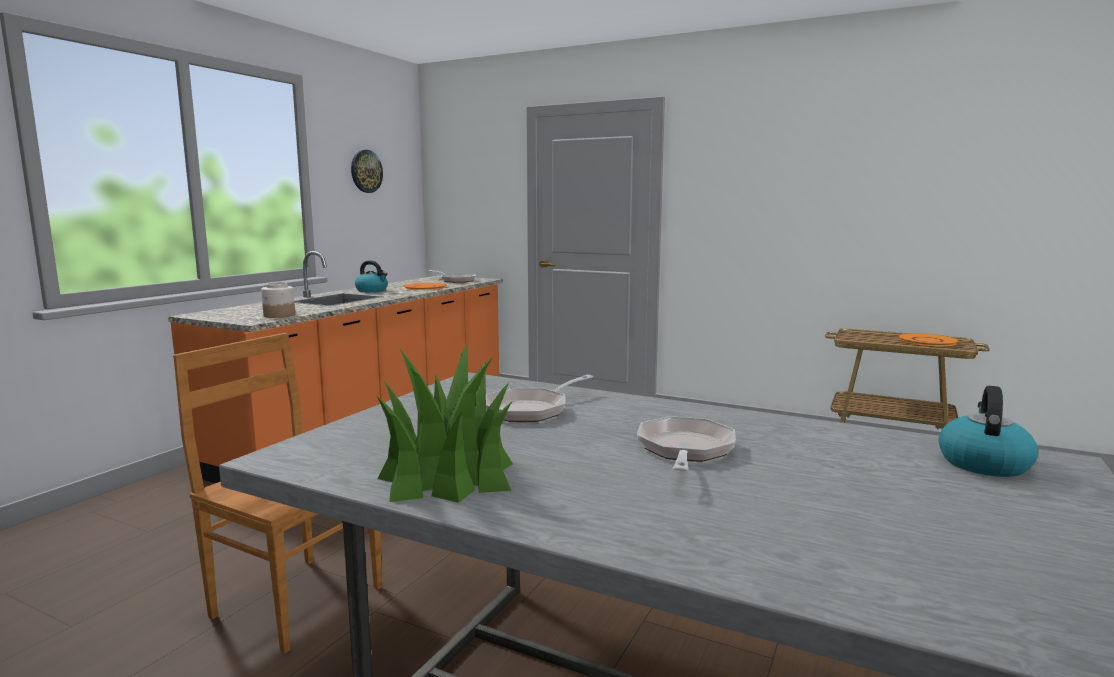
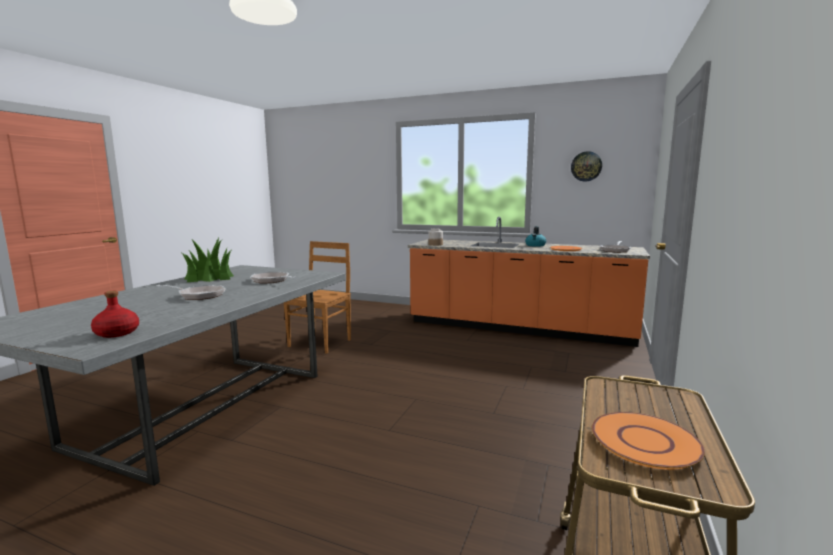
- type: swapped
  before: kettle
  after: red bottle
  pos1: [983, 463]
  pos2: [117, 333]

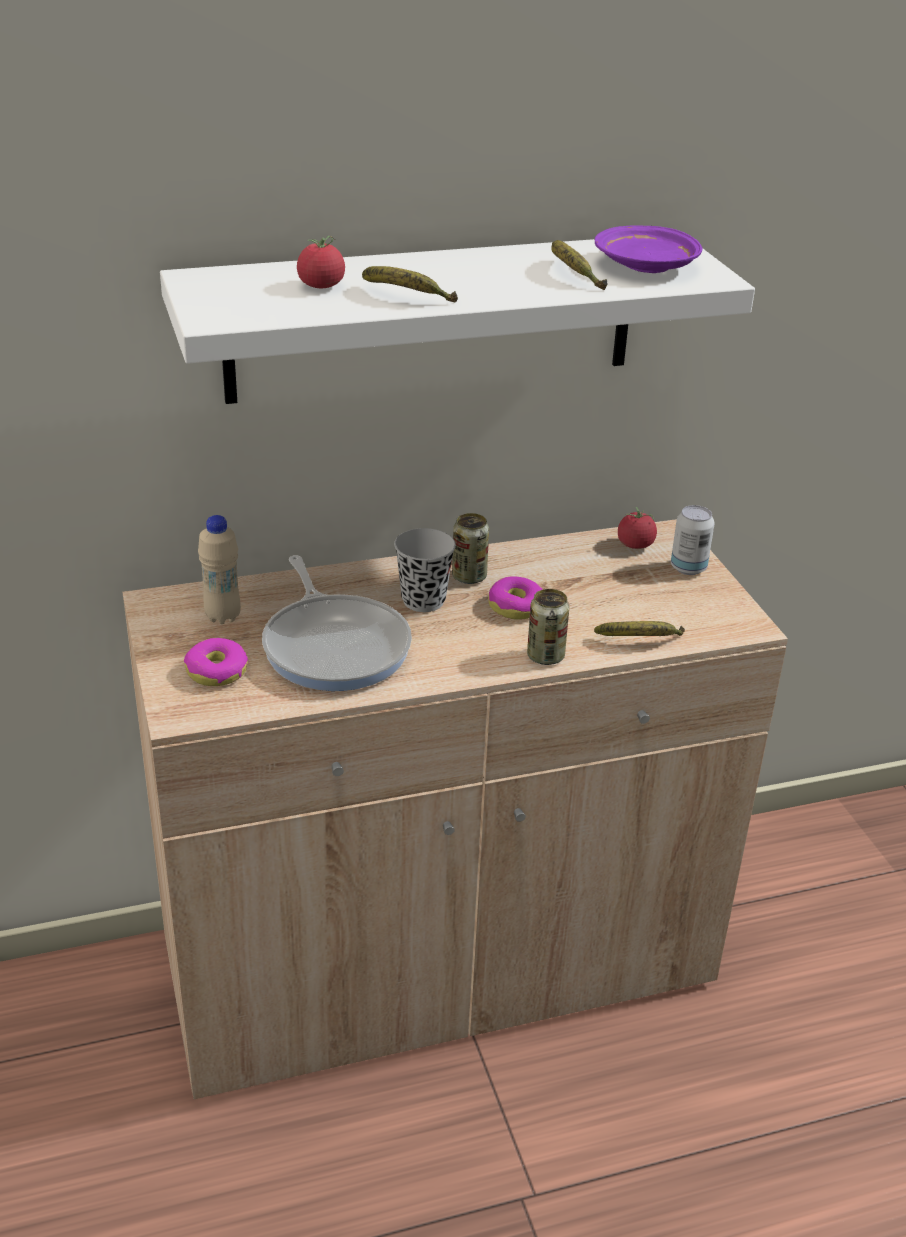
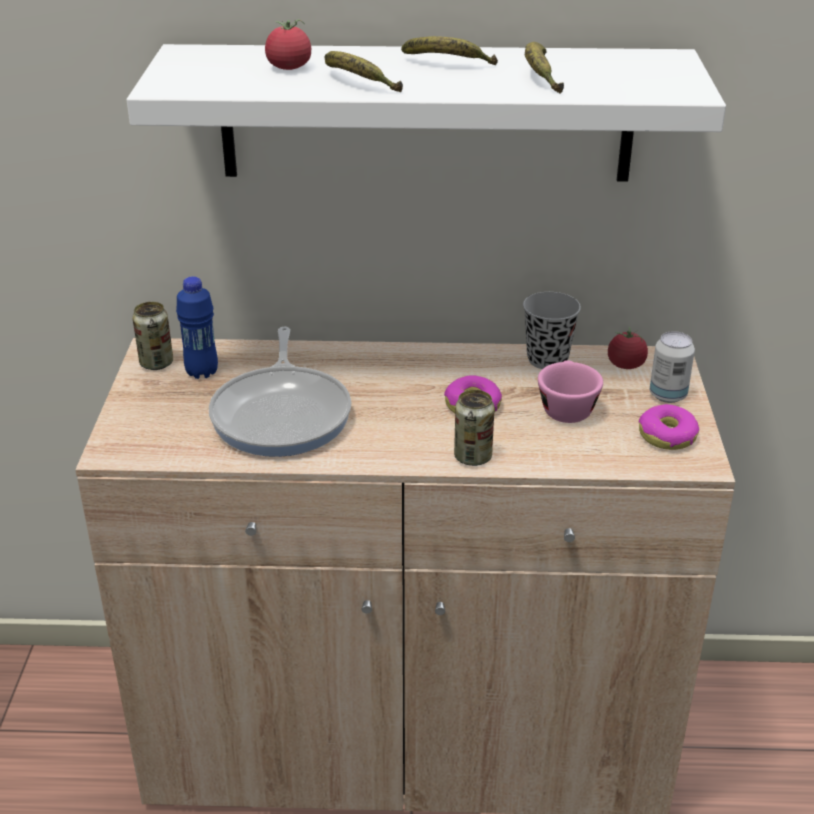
- type: shifted
  before: donut
  pos1: [216, 671]
  pos2: [667, 436]
- type: repainted
  before: beige bottle
  after: blue bottle
  pos1: [223, 616]
  pos2: [202, 372]
- type: shifted
  before: black cup
  pos1: [423, 600]
  pos2: [547, 359]
- type: shifted
  before: can
  pos1: [469, 577]
  pos2: [156, 363]
- type: shifted
  before: banana
  pos1: [641, 641]
  pos2: [447, 65]
- type: gone
  before: purple plate
  pos1: [645, 266]
- type: new
  after: pink cup
  pos2: [565, 407]

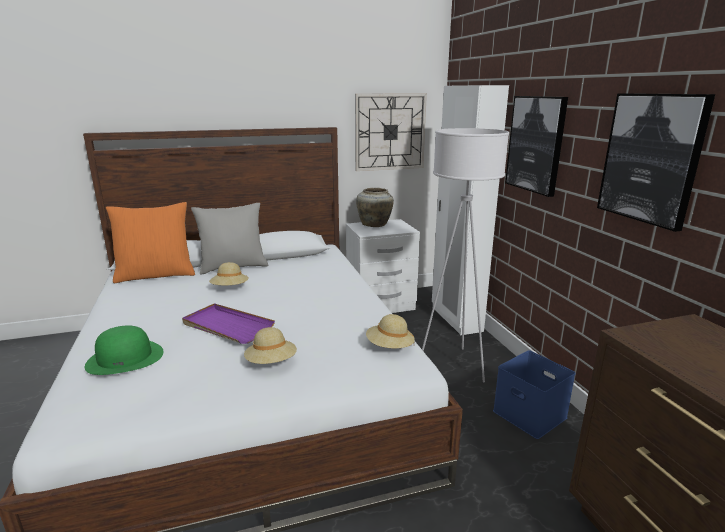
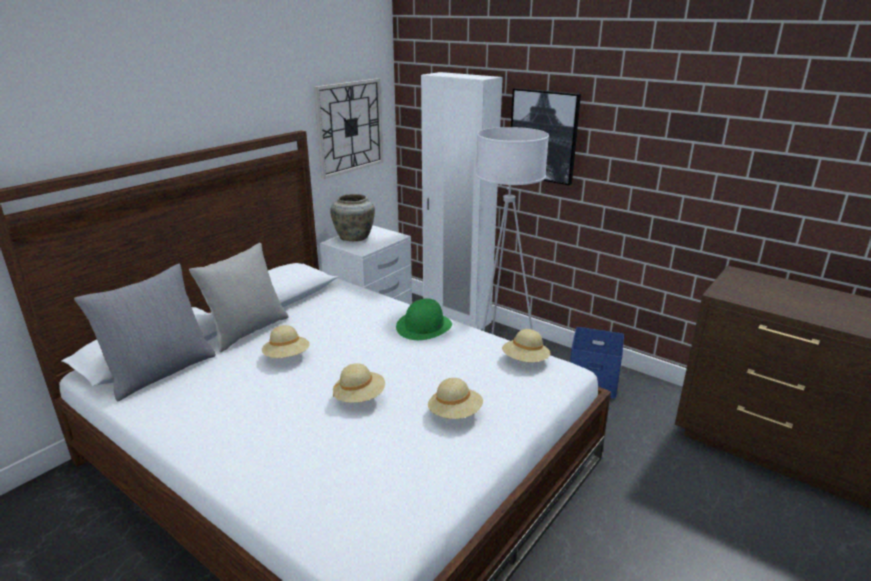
- type: shifted
  before: green hat
  pos1: [125, 358]
  pos2: [424, 326]
- type: repainted
  before: orange pillow
  after: grey pillow
  pos1: [156, 275]
  pos2: [160, 371]
- type: swapped
  before: purple tray
  after: beige hat
  pos1: [227, 326]
  pos2: [360, 397]
- type: gone
  before: picture
  pos1: [651, 158]

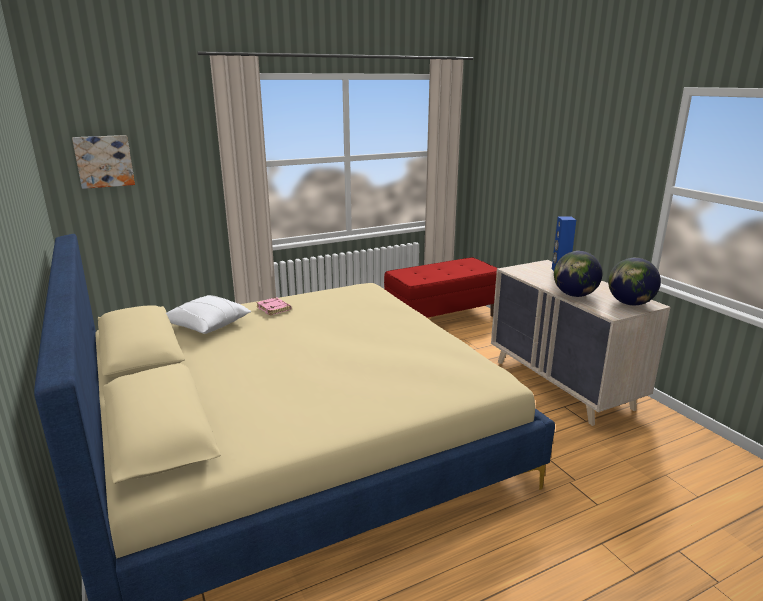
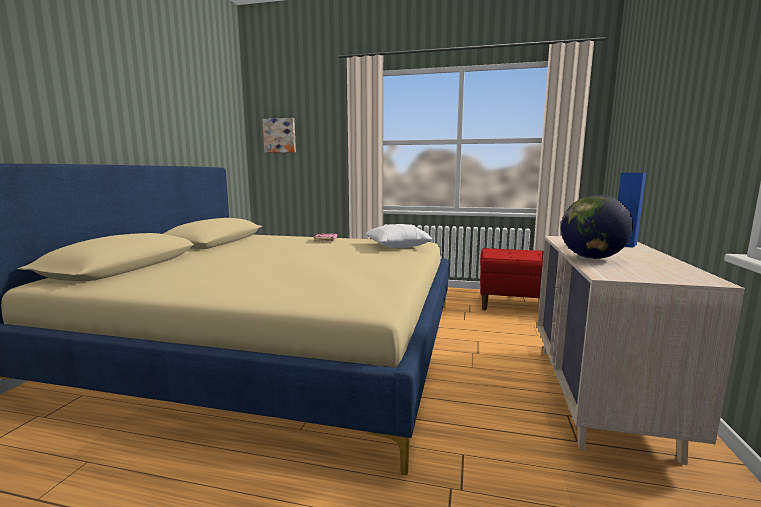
- type: shifted
  before: white pillow
  pos1: [207, 325]
  pos2: [397, 246]
- type: gone
  before: globe
  pos1: [630, 303]

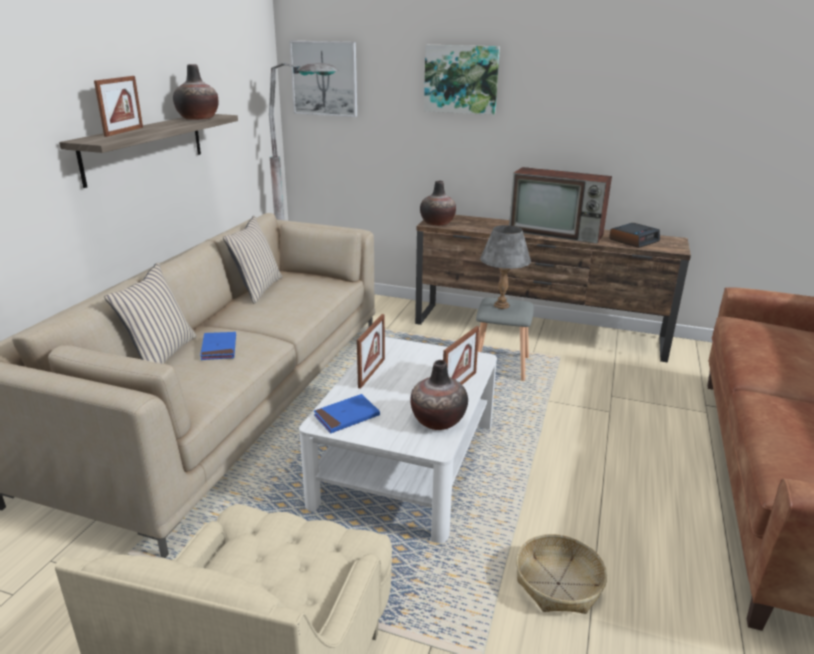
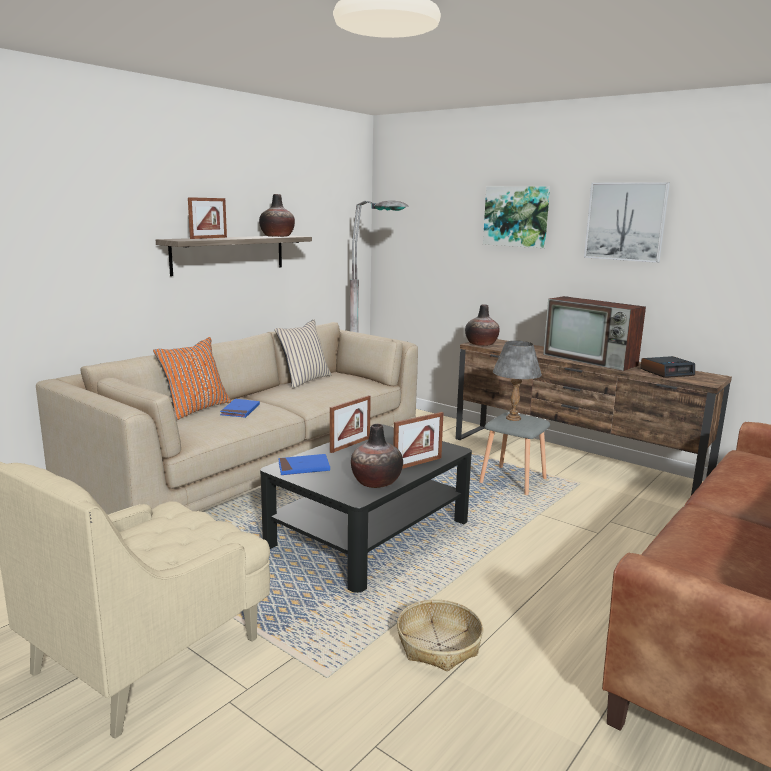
- type: repainted
  before: beige pillow
  after: orange pillow
  pos1: [160, 355]
  pos2: [195, 409]
- type: shifted
  before: picture
  pos1: [324, 78]
  pos2: [625, 221]
- type: repainted
  before: white coffee table
  after: black coffee table
  pos1: [406, 462]
  pos2: [369, 533]

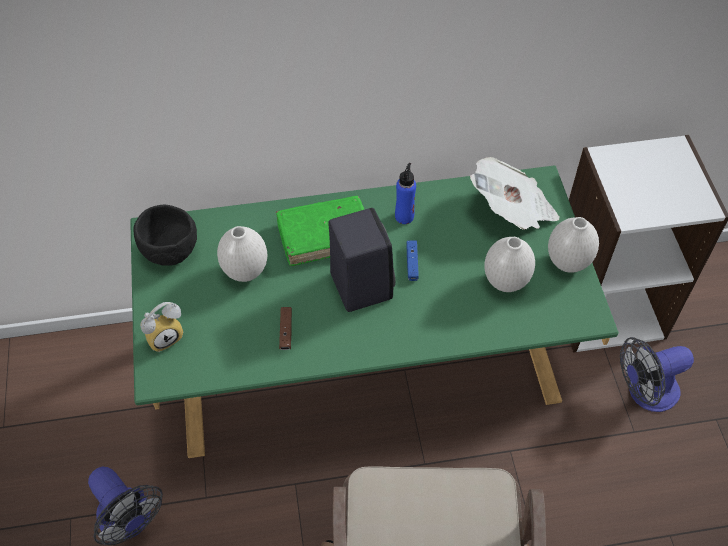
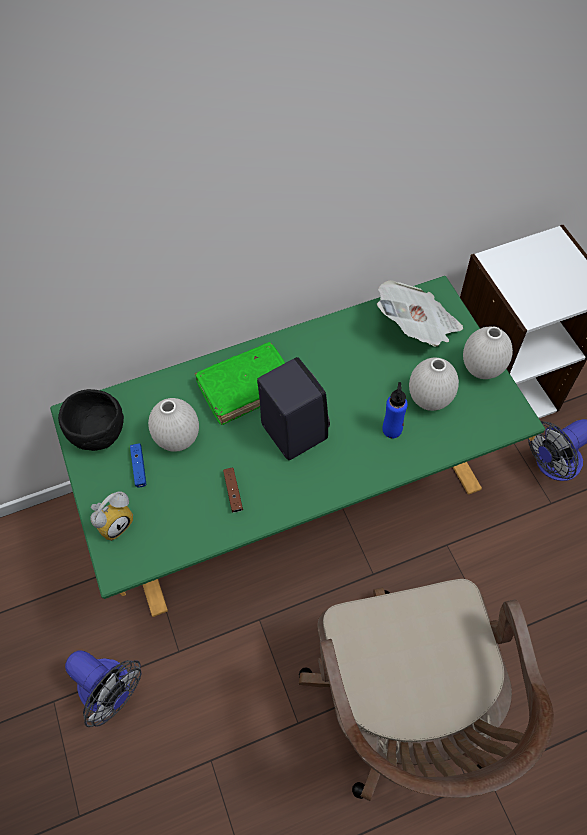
- type: shifted
  before: blue bottle
  pos1: [404, 216]
  pos2: [392, 429]
- type: shifted
  before: blue game controller
  pos1: [412, 263]
  pos2: [139, 467]

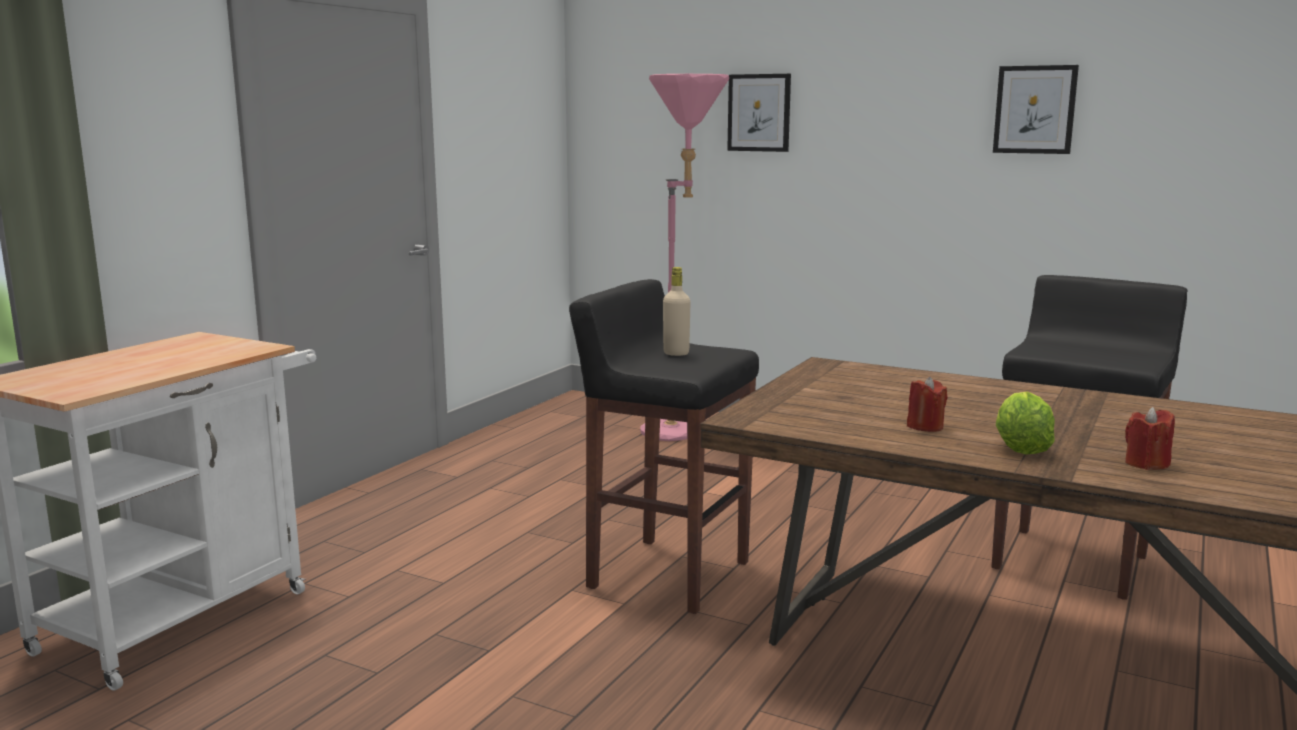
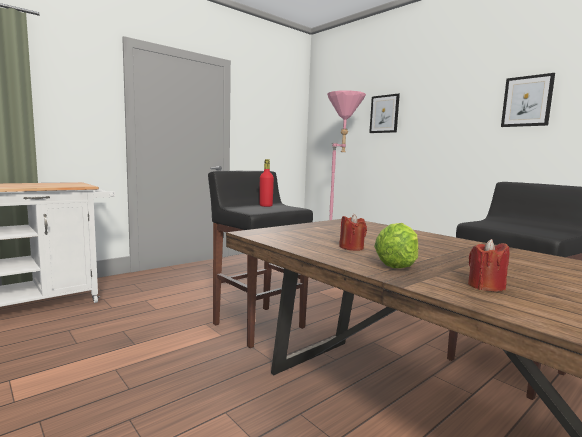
- type: repainted
  before: beige bottle
  after: red bottle
  pos1: [676, 353]
  pos2: [266, 206]

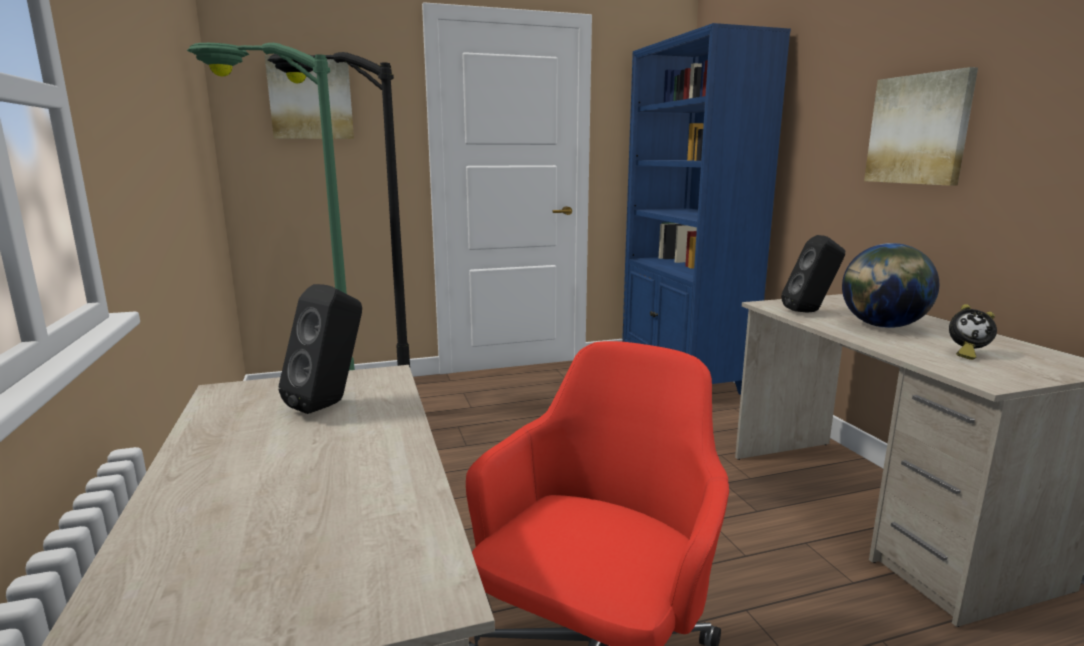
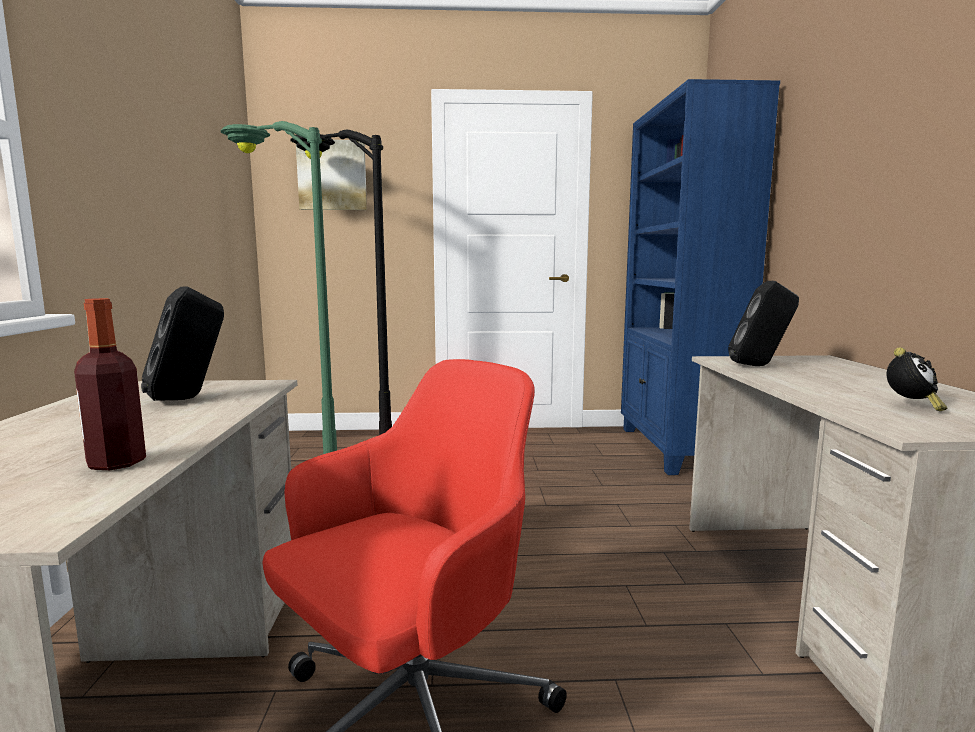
- type: gone
  before: globe
  pos1: [882, 326]
- type: gone
  before: picture
  pos1: [919, 129]
- type: rotated
  before: alarm clock
  pos1: [965, 354]
  pos2: [911, 406]
  turn: -75
- type: new
  after: bottle
  pos2: [116, 463]

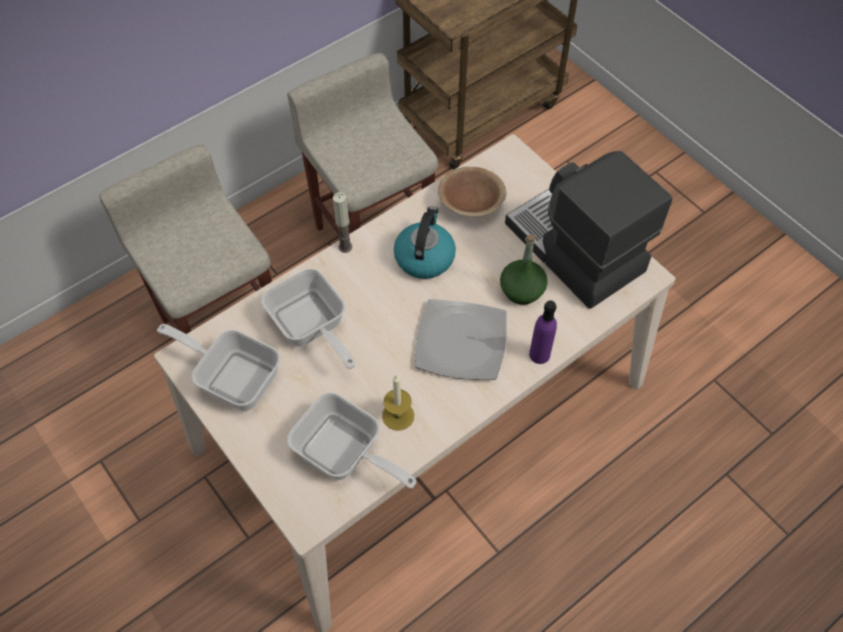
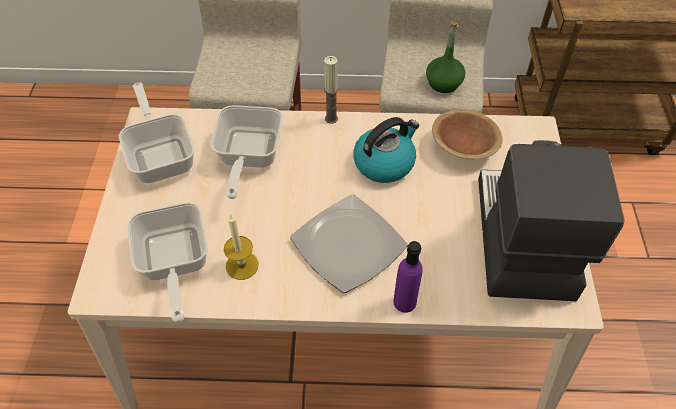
- type: shifted
  before: green bottle
  pos1: [521, 290]
  pos2: [443, 83]

